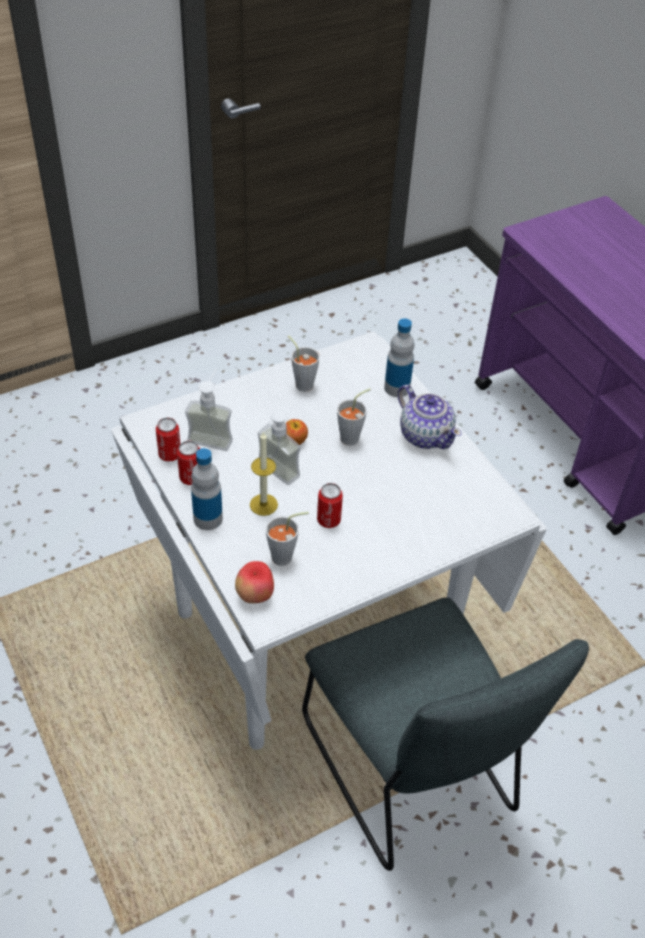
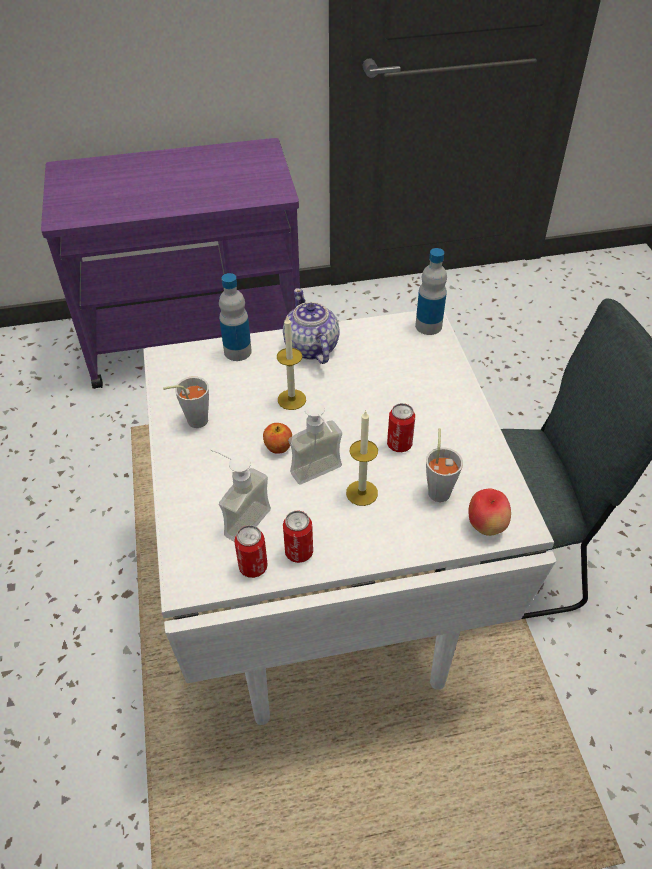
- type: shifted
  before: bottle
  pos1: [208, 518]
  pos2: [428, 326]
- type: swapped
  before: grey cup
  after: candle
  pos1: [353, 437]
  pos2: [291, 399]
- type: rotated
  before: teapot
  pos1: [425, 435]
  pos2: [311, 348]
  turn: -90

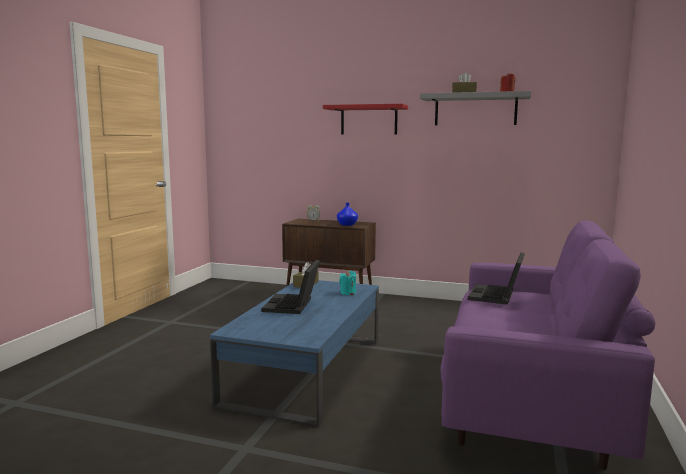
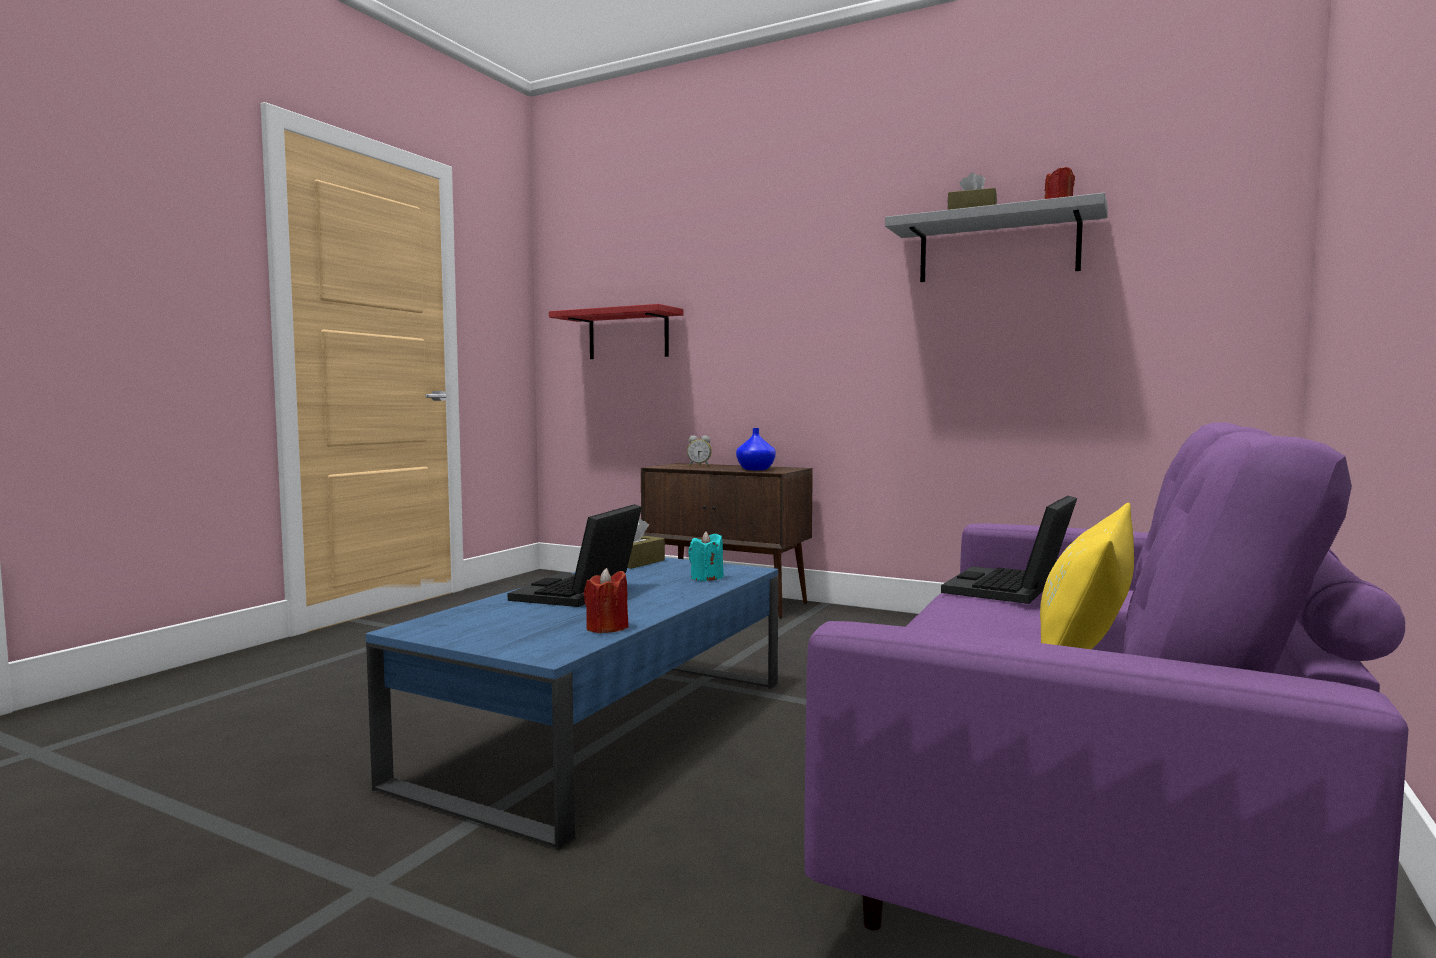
- type: shifted
  before: red shelf
  pos1: [369, 120]
  pos2: [628, 335]
- type: new
  after: red candle
  pos2: [607, 628]
- type: new
  after: yellow pillow
  pos2: [1085, 640]

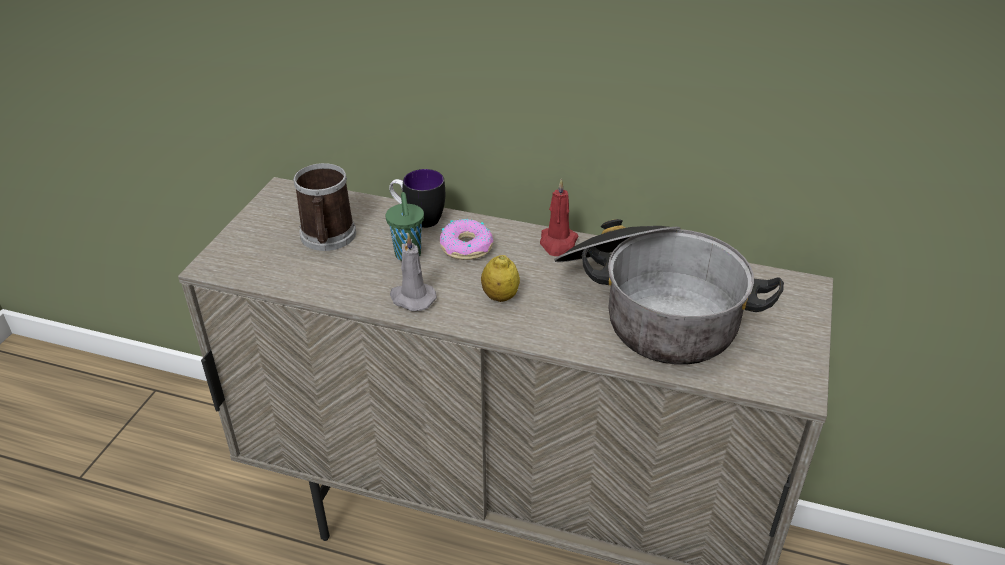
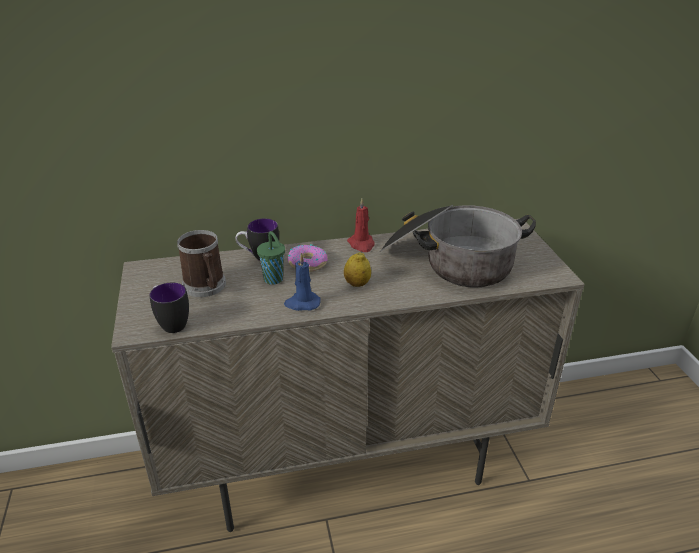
- type: repainted
  before: grey candle
  after: blue candle
  pos1: [411, 298]
  pos2: [302, 303]
- type: new
  after: mug
  pos2: [171, 323]

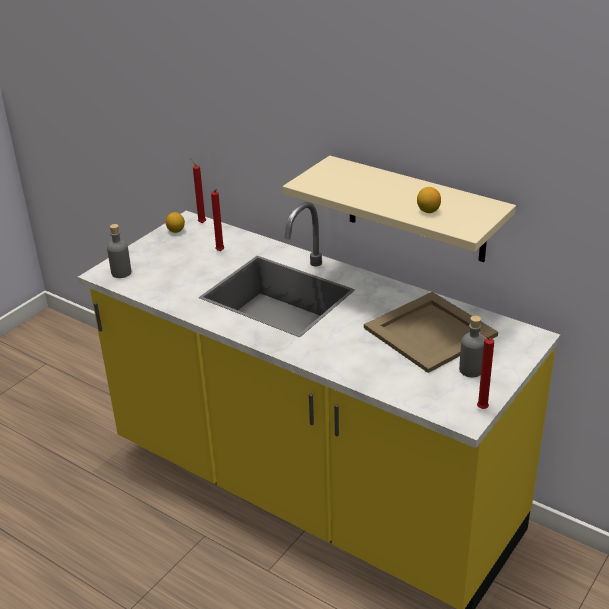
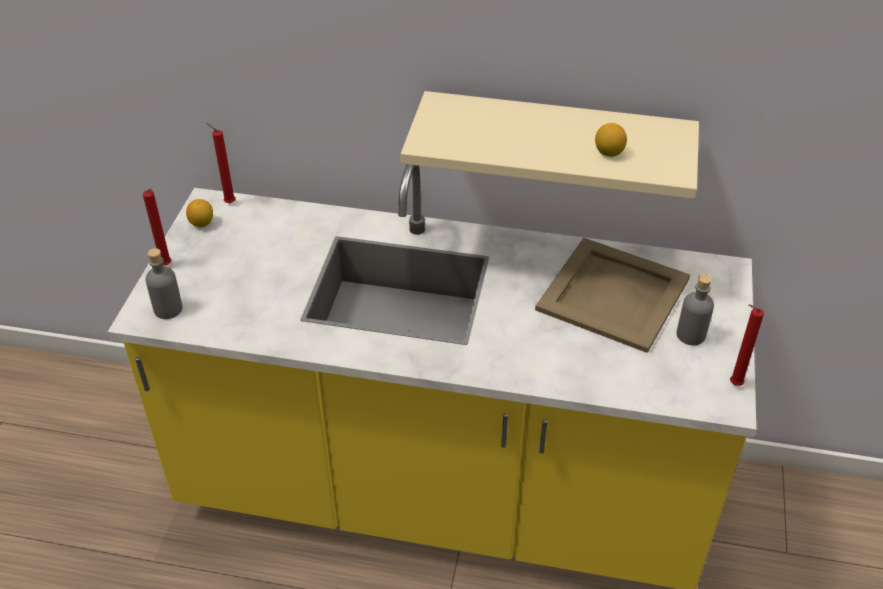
- type: shifted
  before: red candle
  pos1: [220, 252]
  pos2: [167, 266]

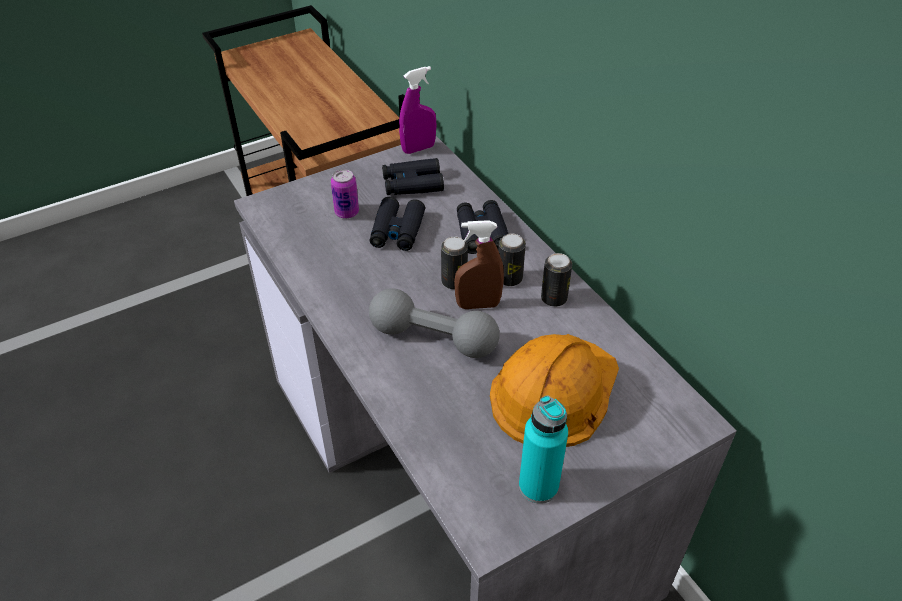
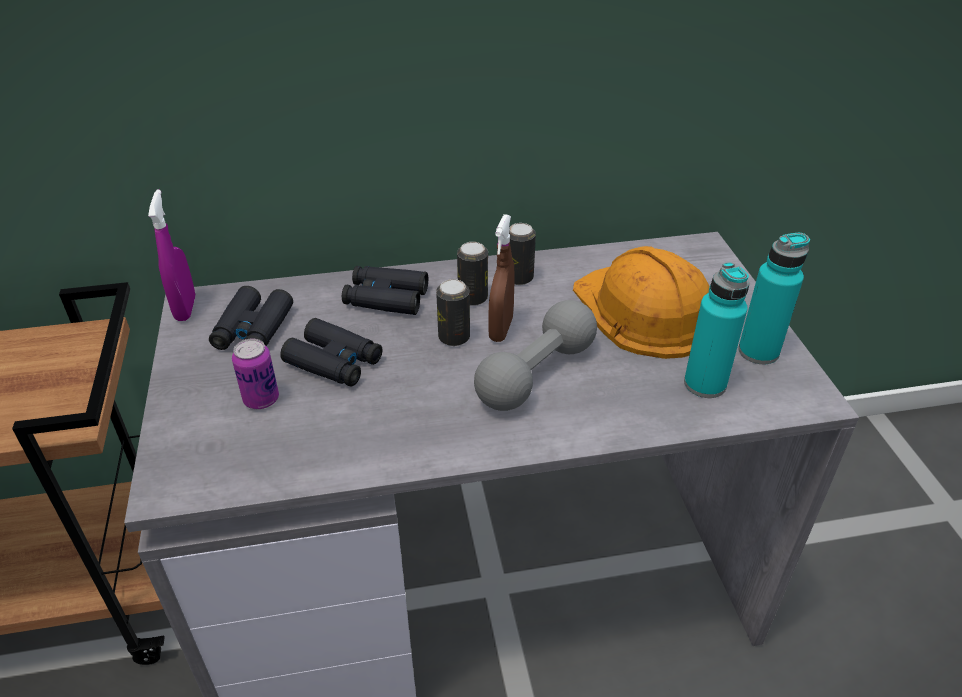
- type: new
  after: turquoise bottle
  pos2: [705, 384]

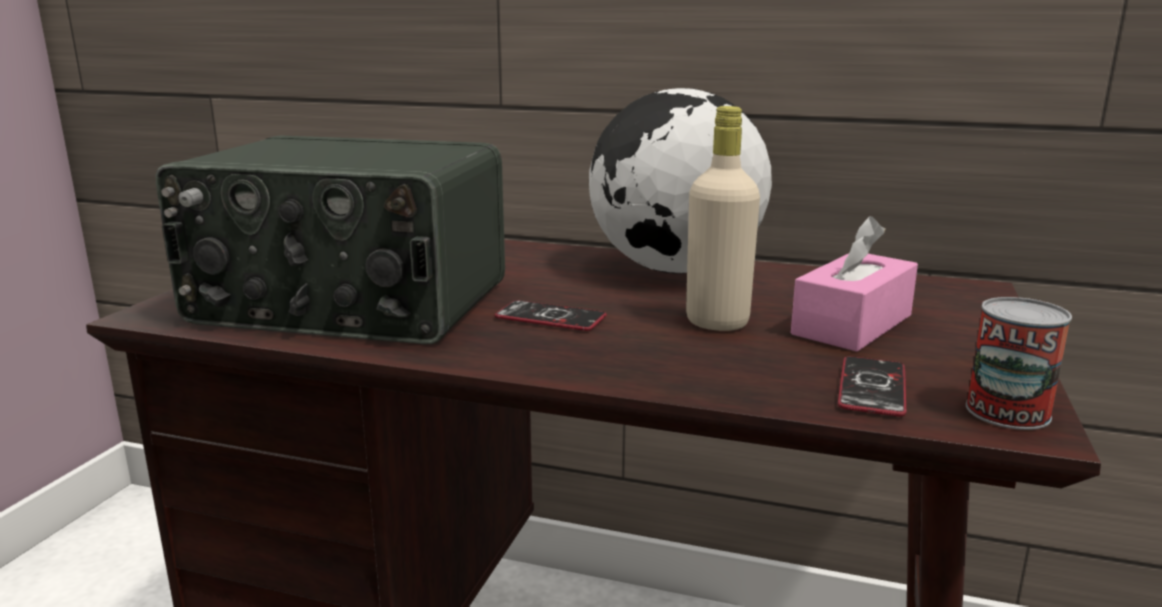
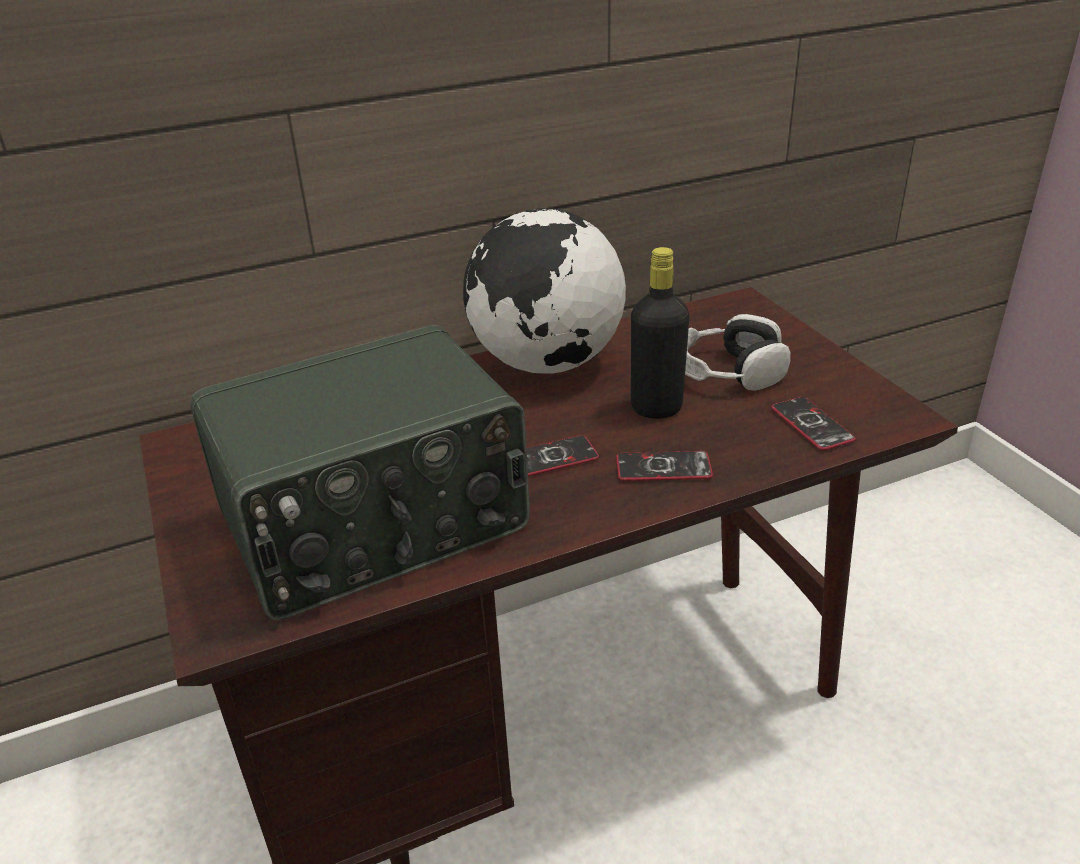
- type: repainted
  before: beige bottle
  after: black bottle
  pos1: [717, 322]
  pos2: [656, 408]
- type: swapped
  before: pink tissue box
  after: headphones
  pos1: [852, 325]
  pos2: [729, 372]
- type: gone
  before: can
  pos1: [1007, 411]
- type: new
  after: phone
  pos2: [663, 468]

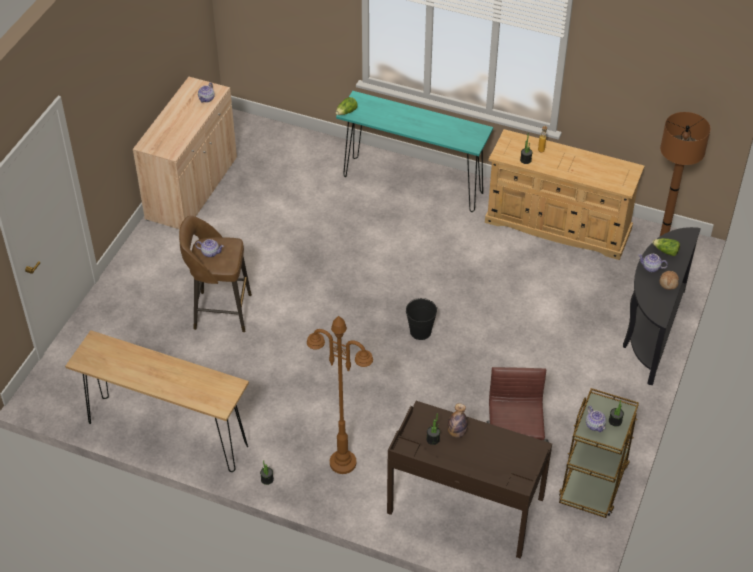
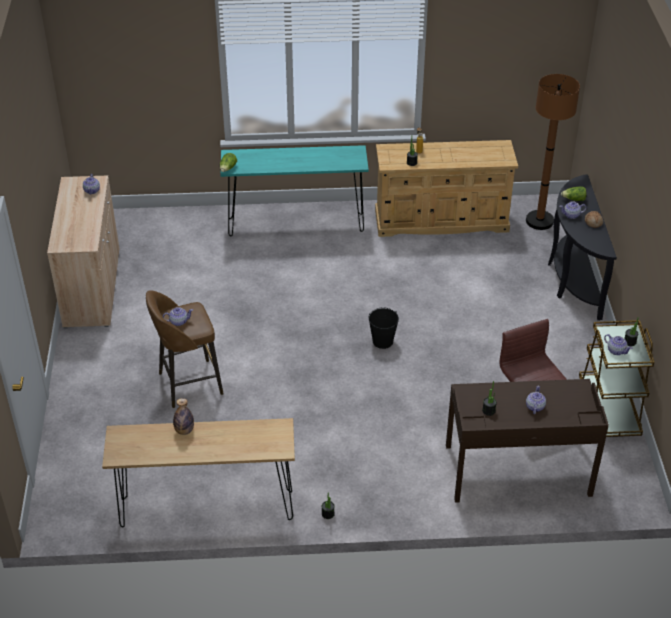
- type: gone
  before: brown floor lamp
  pos1: [343, 463]
- type: shifted
  before: bottle
  pos1: [456, 433]
  pos2: [184, 430]
- type: new
  after: teapot
  pos2: [534, 407]

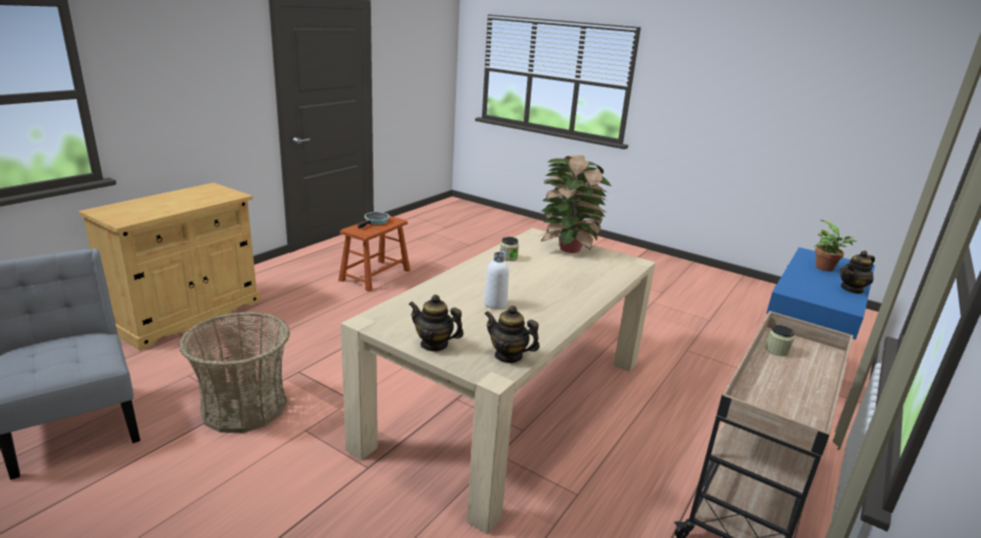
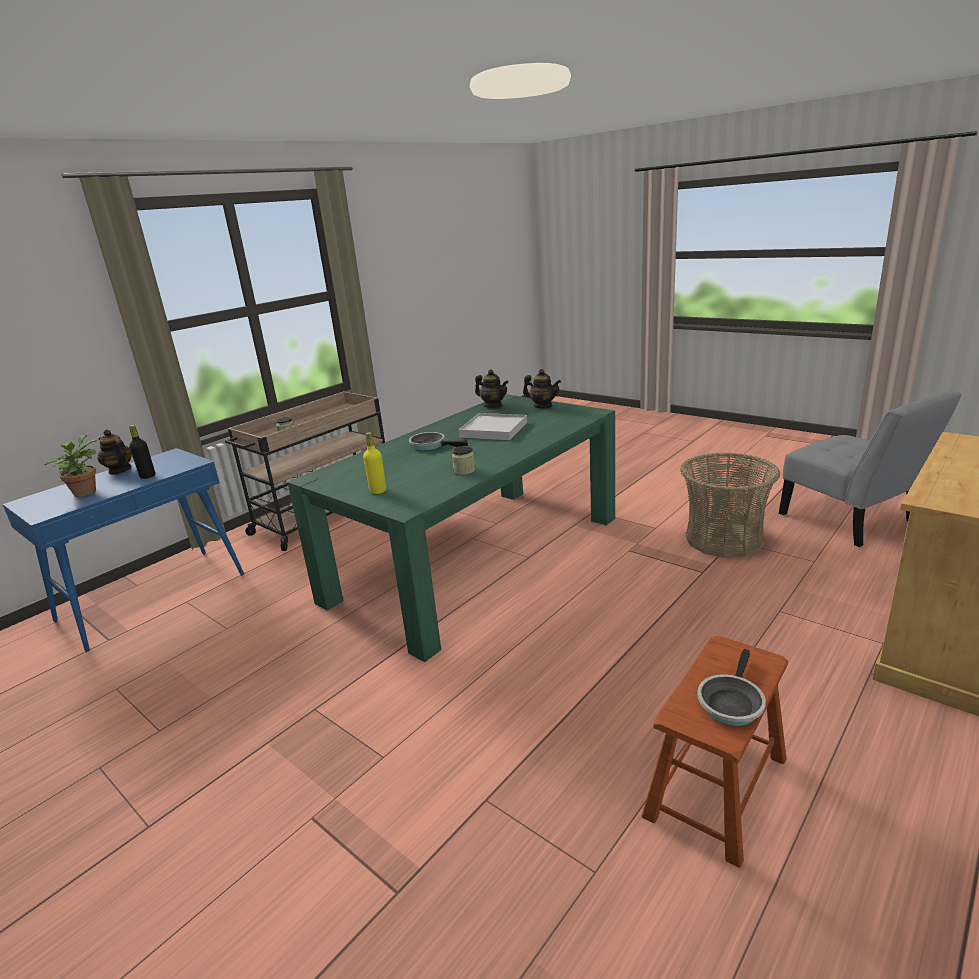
- type: repainted
  before: beige dining table
  after: green dining table
  pos1: [509, 402]
  pos2: [477, 557]
- type: swapped
  before: white bottle
  after: white tray
  pos1: [495, 304]
  pos2: [493, 429]
- type: swapped
  before: potted plant
  after: yellow bottle
  pos1: [568, 248]
  pos2: [378, 490]
- type: rotated
  before: teapot
  pos1: [852, 289]
  pos2: [120, 470]
  turn: -120
- type: new
  after: black bottle
  pos2: [147, 476]
- type: new
  after: frying pan
  pos2: [431, 445]

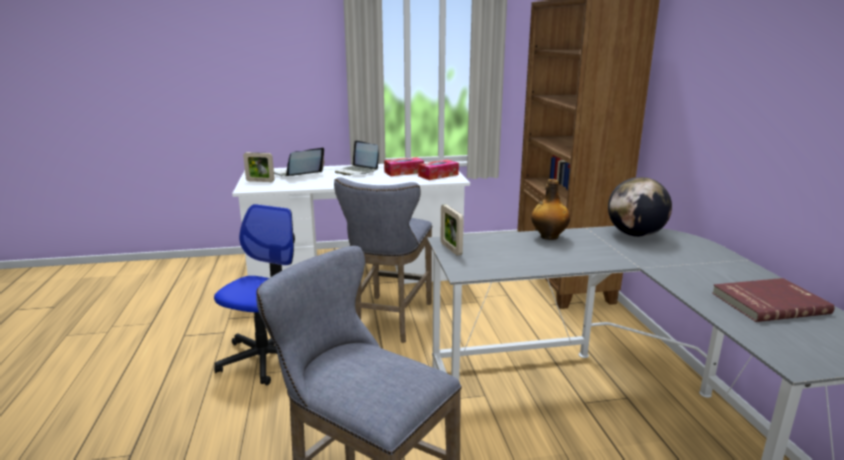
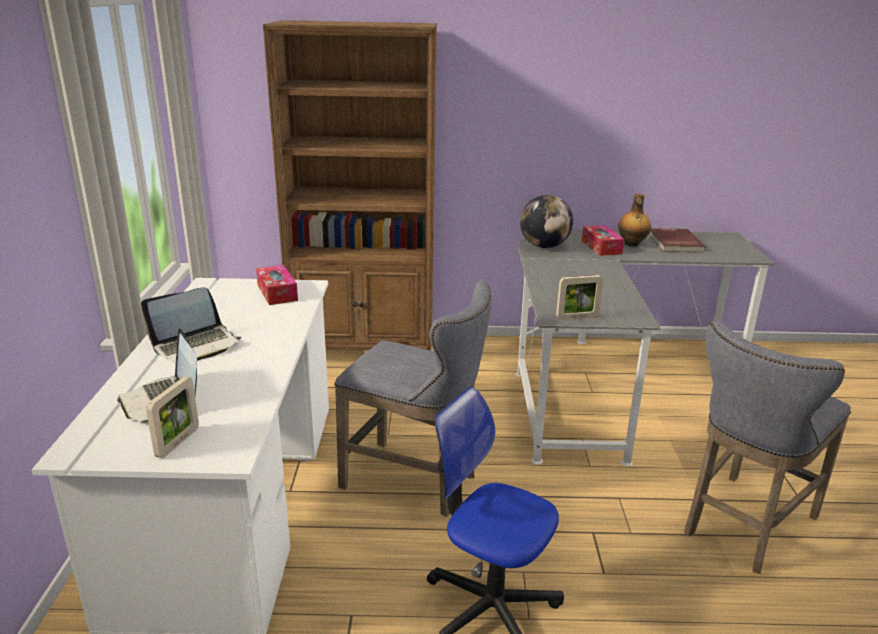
- type: shifted
  before: tissue box
  pos1: [404, 172]
  pos2: [601, 247]
- type: shifted
  before: bottle
  pos1: [548, 237]
  pos2: [631, 244]

